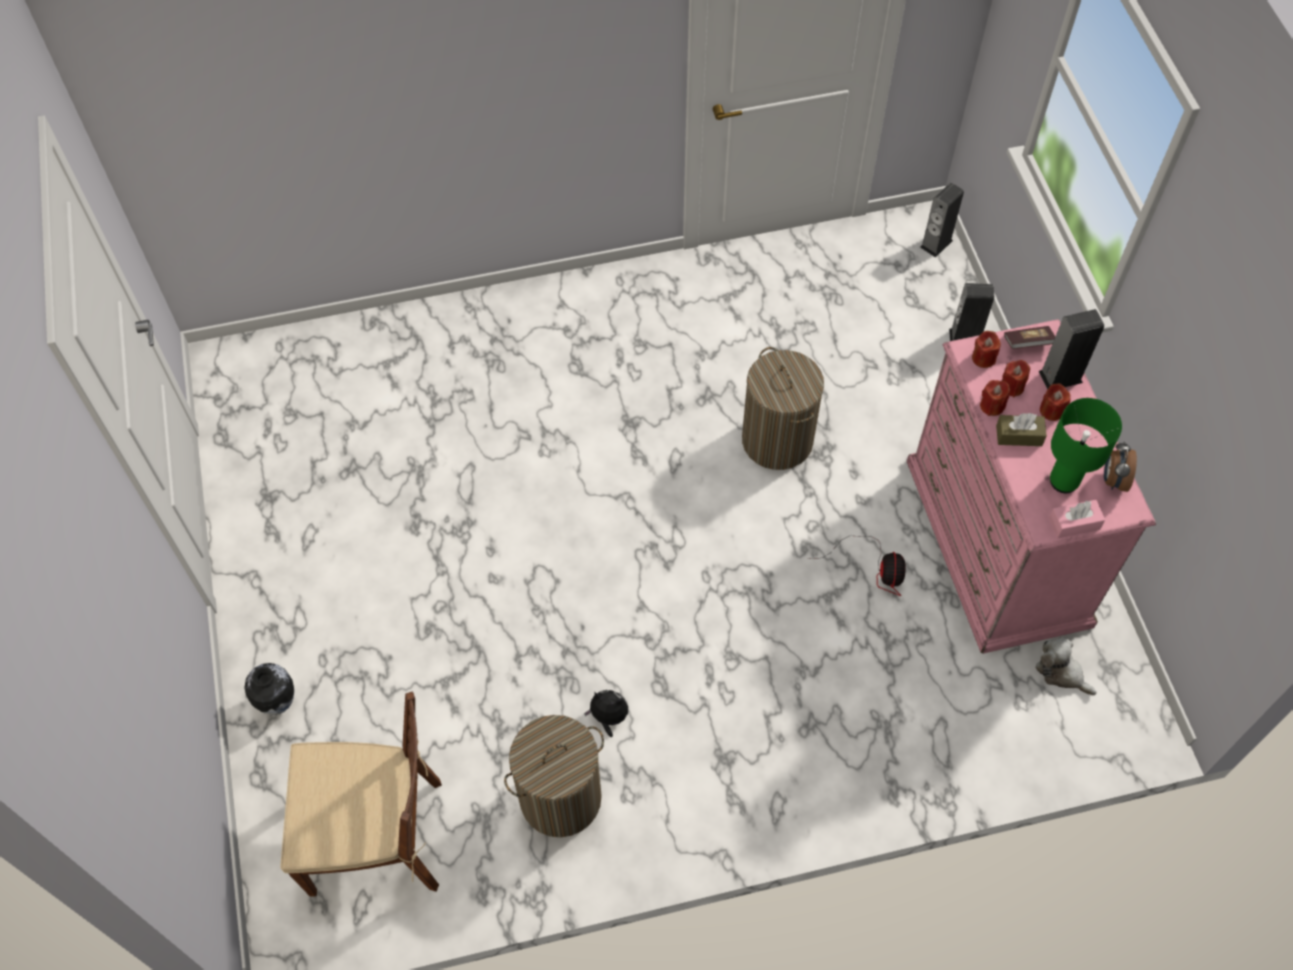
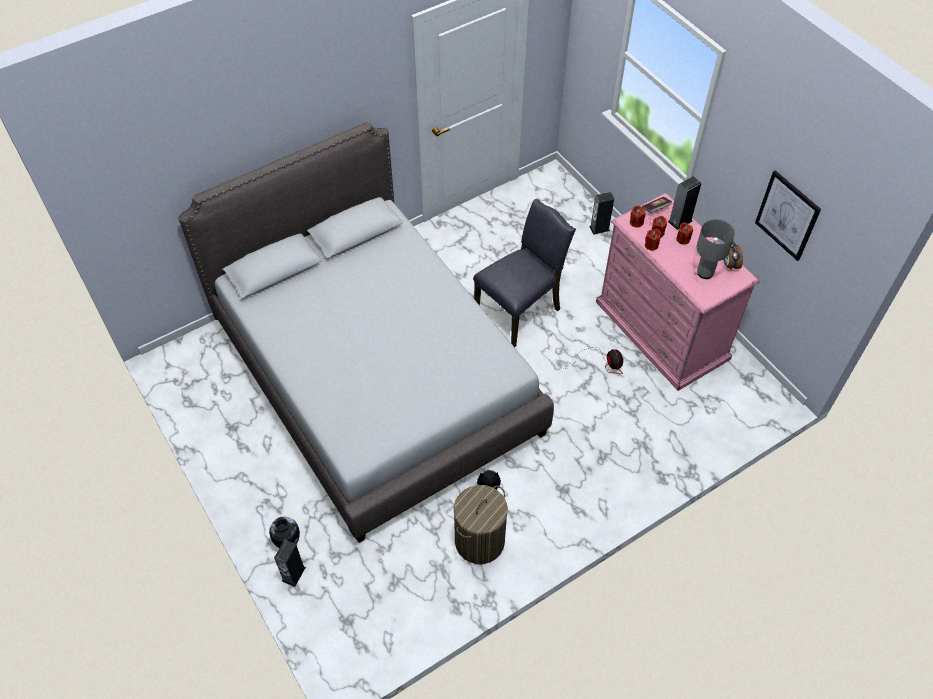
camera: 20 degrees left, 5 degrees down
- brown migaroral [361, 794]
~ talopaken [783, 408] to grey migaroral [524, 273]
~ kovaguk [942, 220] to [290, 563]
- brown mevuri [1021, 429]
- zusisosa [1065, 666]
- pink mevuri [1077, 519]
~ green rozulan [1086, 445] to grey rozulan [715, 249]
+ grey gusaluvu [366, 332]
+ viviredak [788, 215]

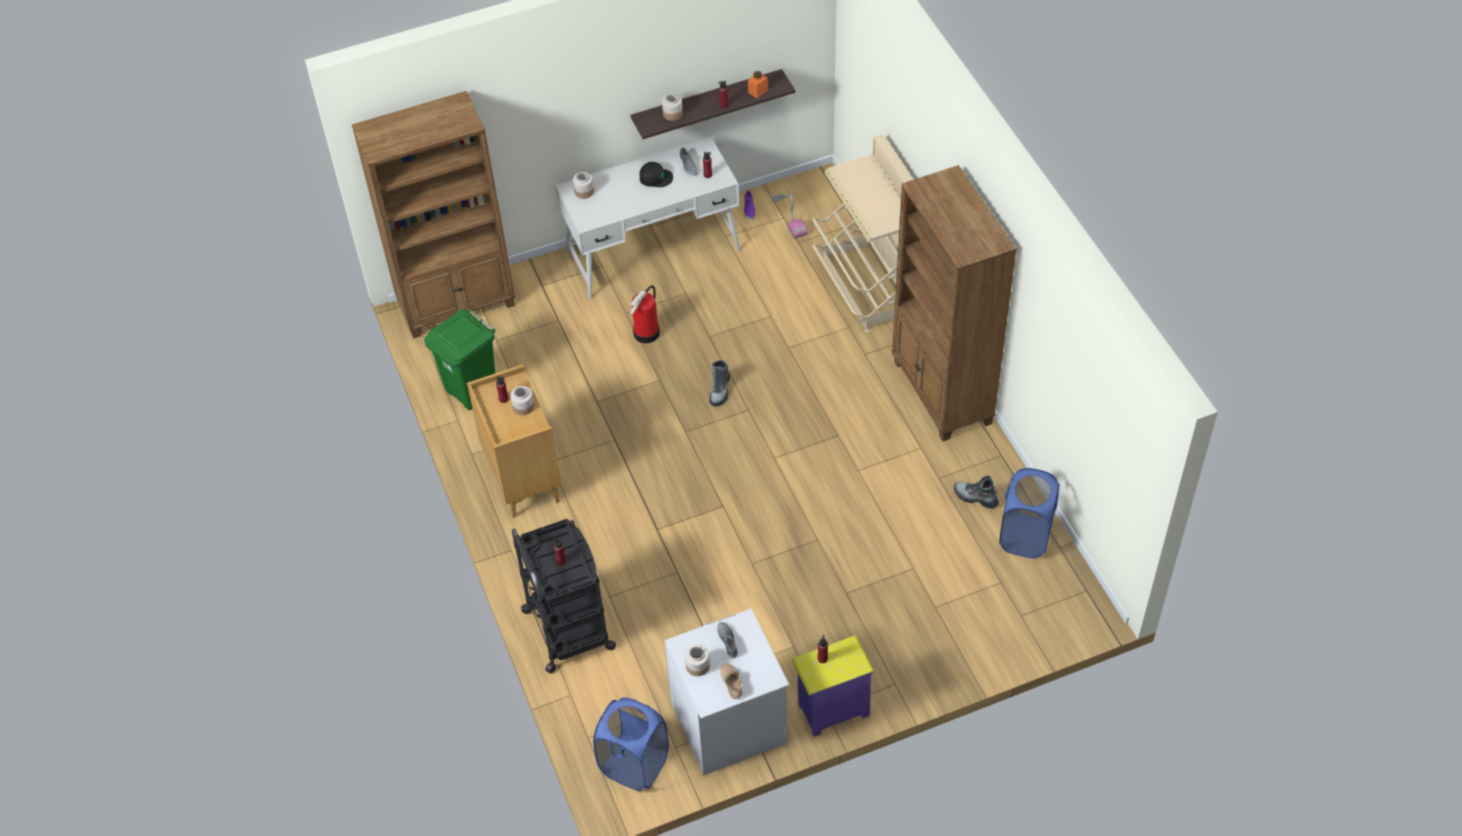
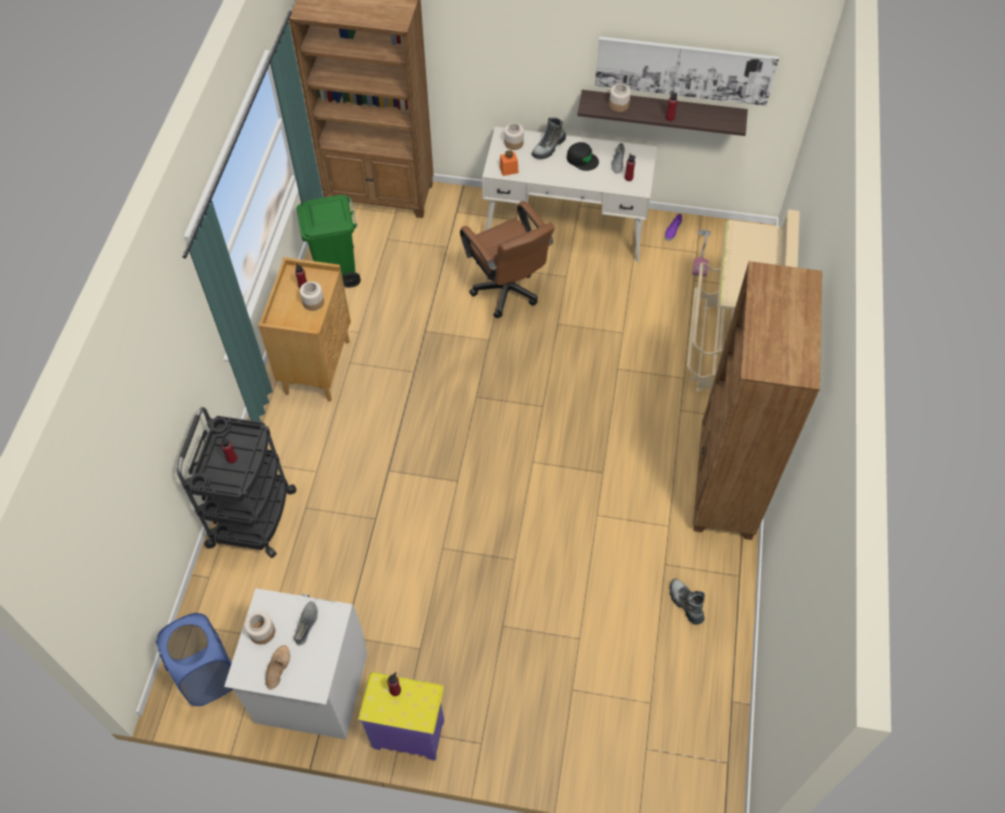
camera: 30 degrees right, 5 degrees up
~ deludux [645, 314] to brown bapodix [507, 259]
~ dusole [719, 383] to [549, 138]
~ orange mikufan [758, 84] to [509, 163]
- blue talopaken [1029, 513]
+ viviredak [687, 71]

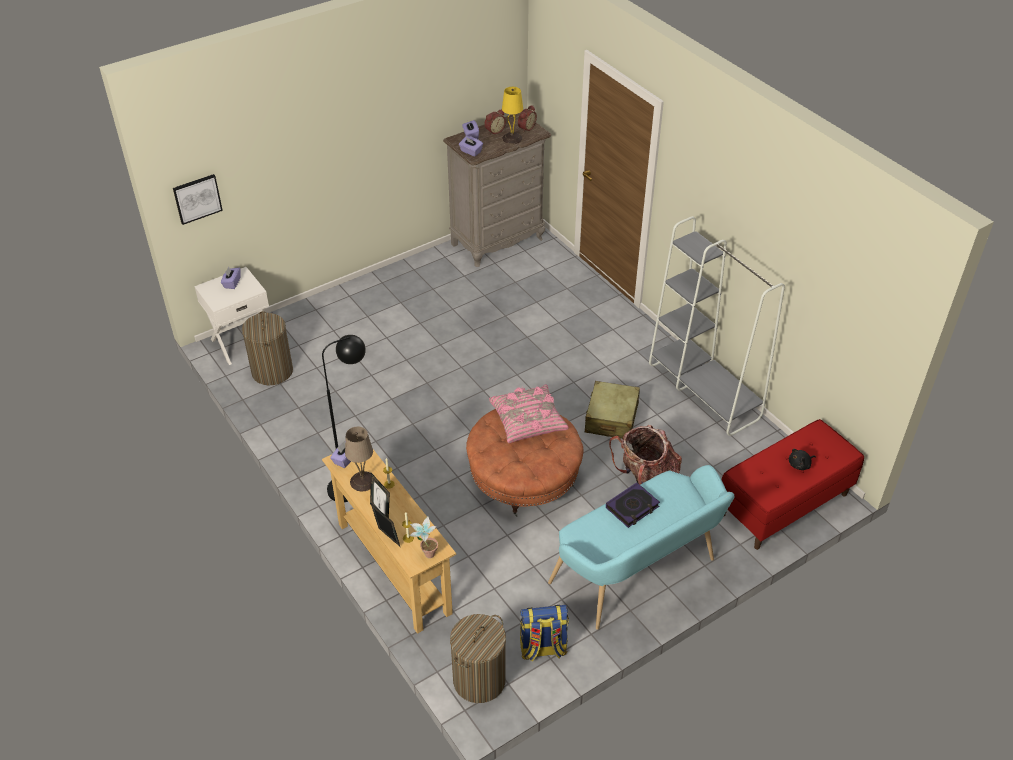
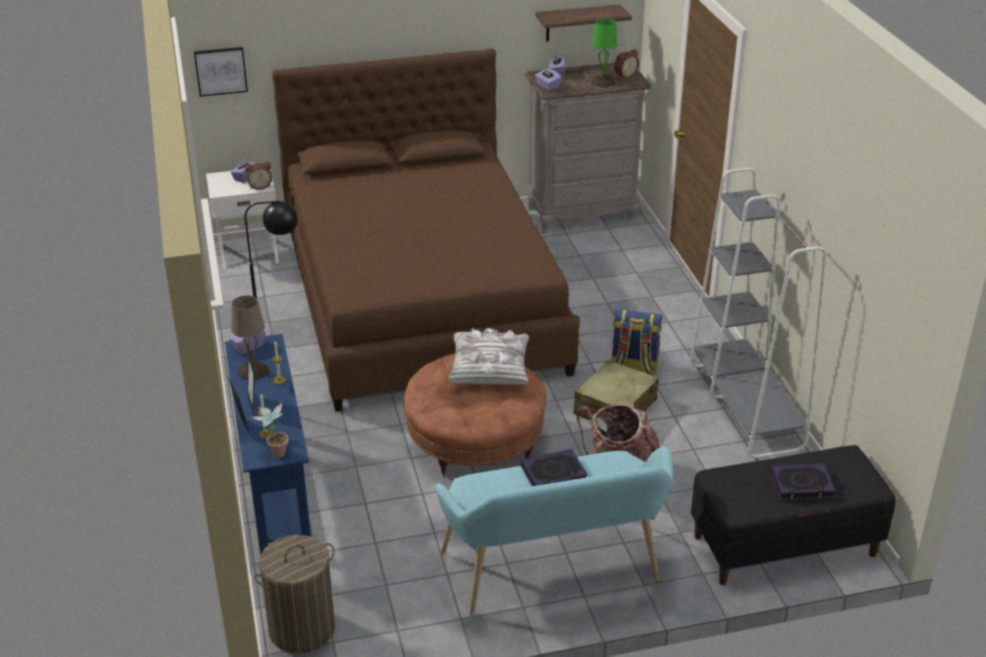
camera: 20 degrees right, 10 degrees down
- talopaken [267, 348]
~ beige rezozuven [389, 541] to blue rezozuven [268, 444]
~ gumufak [495, 122] to [258, 176]
~ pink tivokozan [529, 413] to white tivokozan [488, 356]
~ yellow rozulan [512, 115] to green rozulan [604, 52]
~ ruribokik [544, 633] to [637, 342]
~ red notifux [792, 484] to black notifux [793, 515]
~ black zusisosa [802, 459] to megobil [802, 482]
+ brown gusaluvu [426, 230]
+ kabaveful [583, 22]

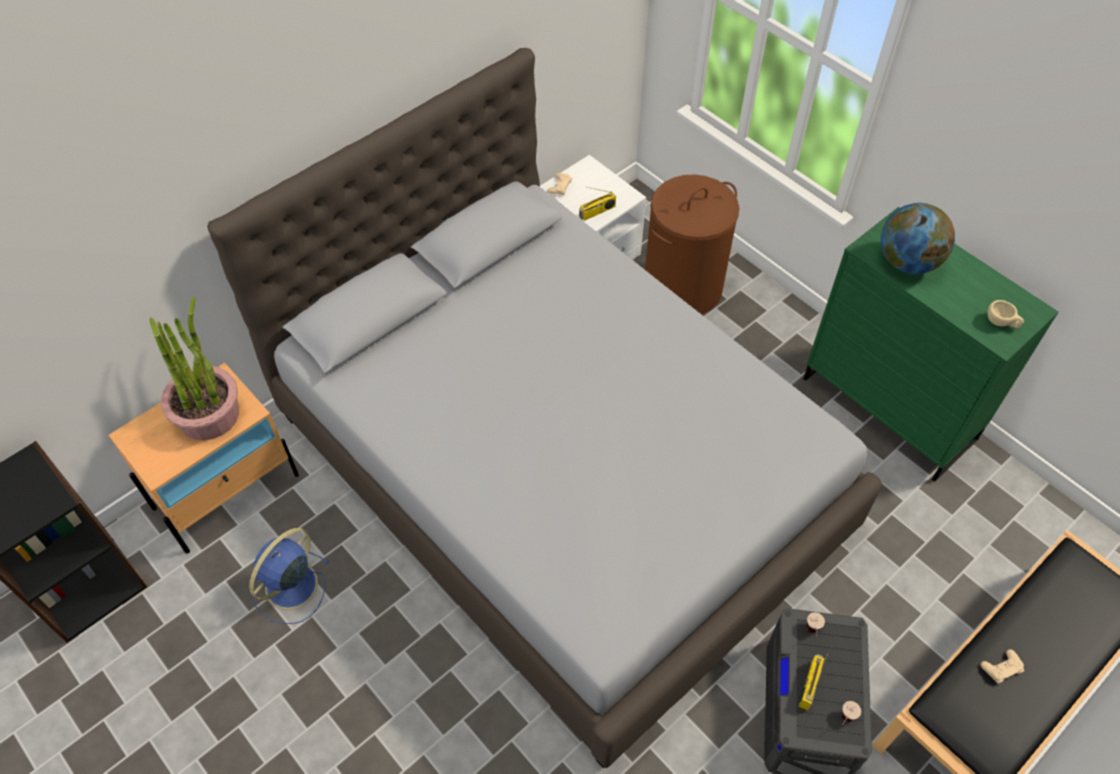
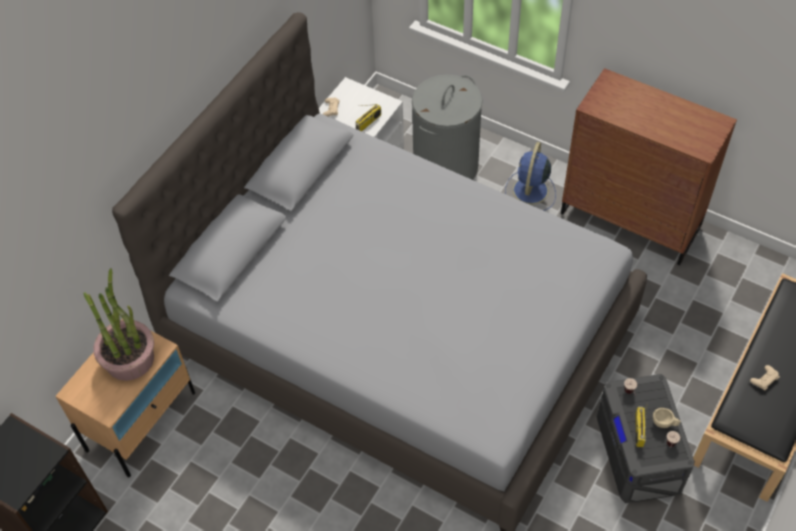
camera: 15 degrees left, 0 degrees up
~ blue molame [289, 576] to [530, 176]
~ brown talopaken [692, 244] to grey talopaken [447, 127]
~ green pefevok [931, 344] to brown pefevok [649, 166]
- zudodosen [918, 238]
~ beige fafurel [1006, 314] to [667, 418]

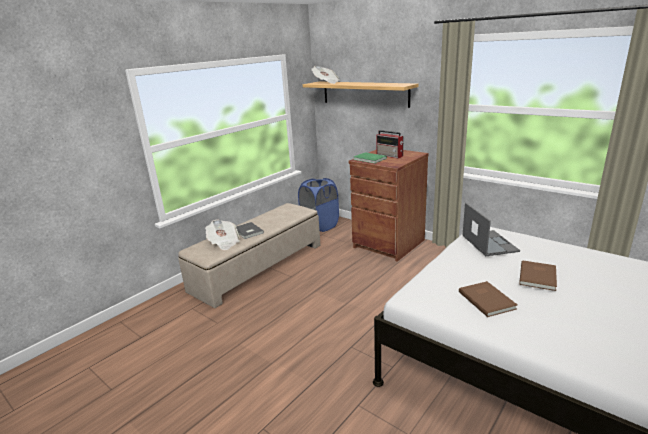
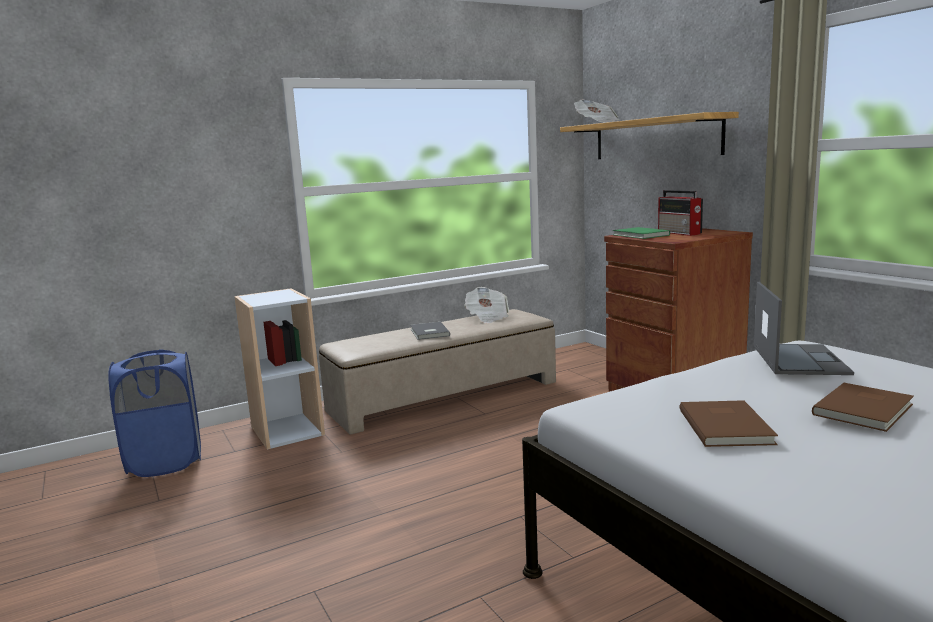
camera: 20 degrees right, 10 degrees down
~ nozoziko [222, 234] to [486, 305]
~ blue talopaken [318, 205] to [154, 413]
+ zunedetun [279, 369]

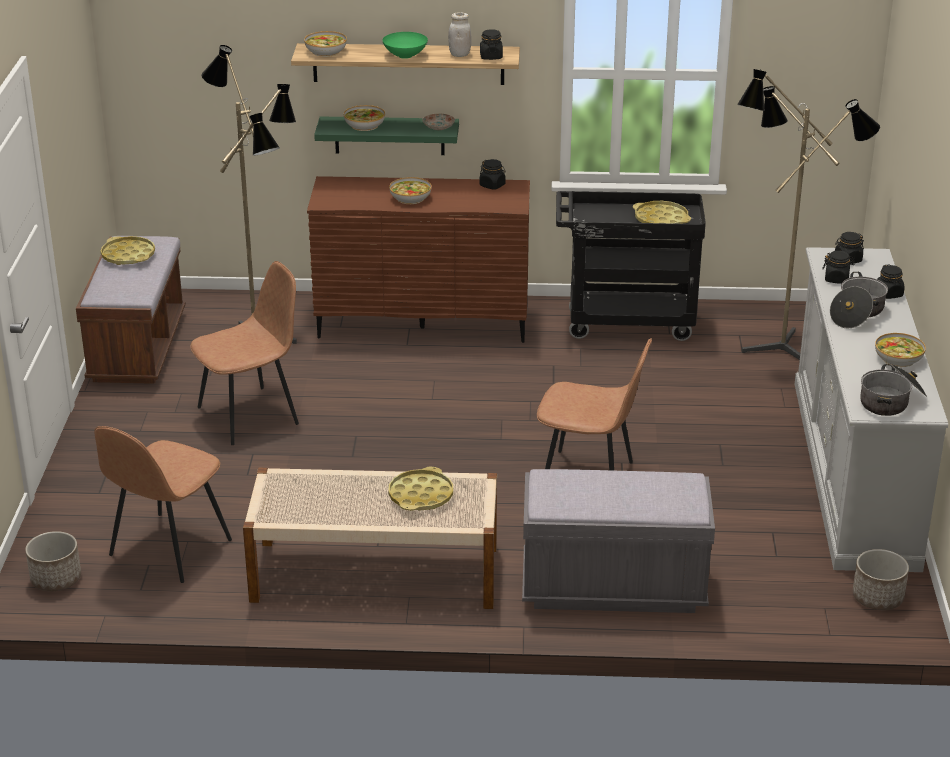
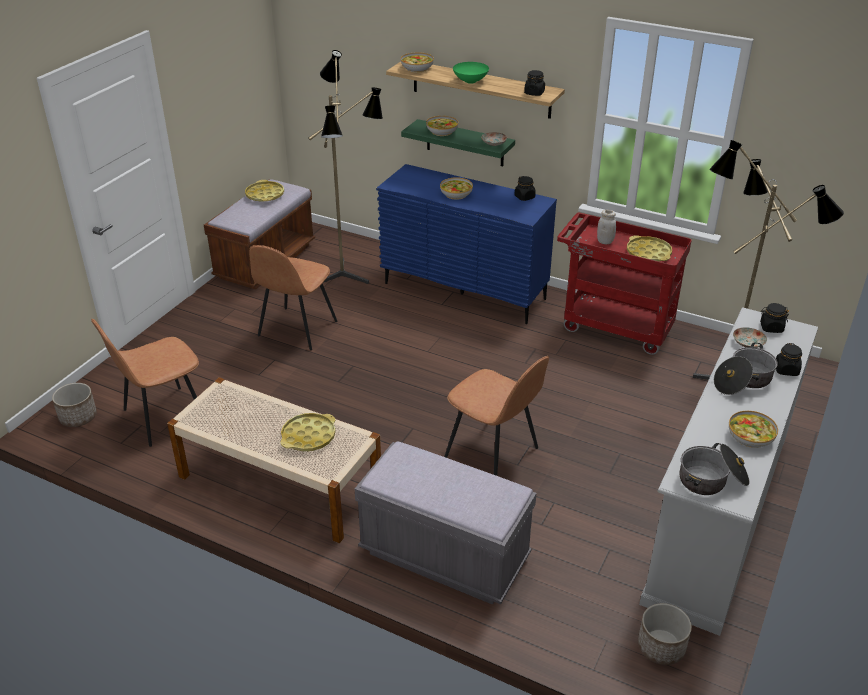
camera: 25 degrees right, 5 degrees up
~ brown migaroral [244, 353] = [293, 297] 120 degrees clockwise
~ brown pefevok [418, 259] to blue pefevok [466, 244]
~ white mikufan [460, 34] to [606, 227]
~ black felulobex [631, 266] to red felulobex [624, 283]
~ black mikufan [839, 267] to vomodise [750, 337]

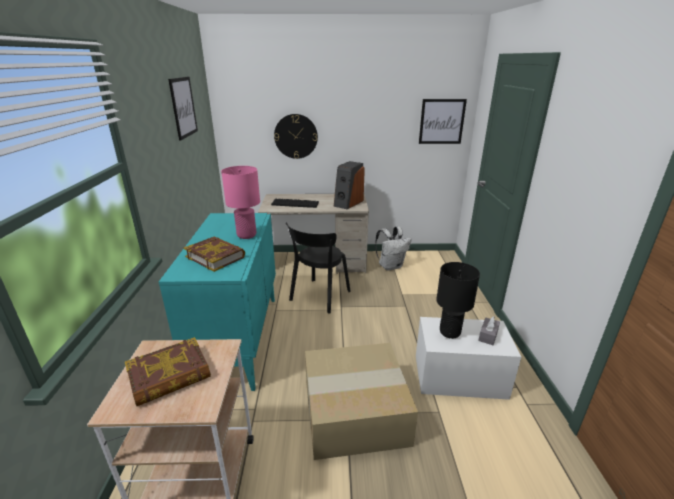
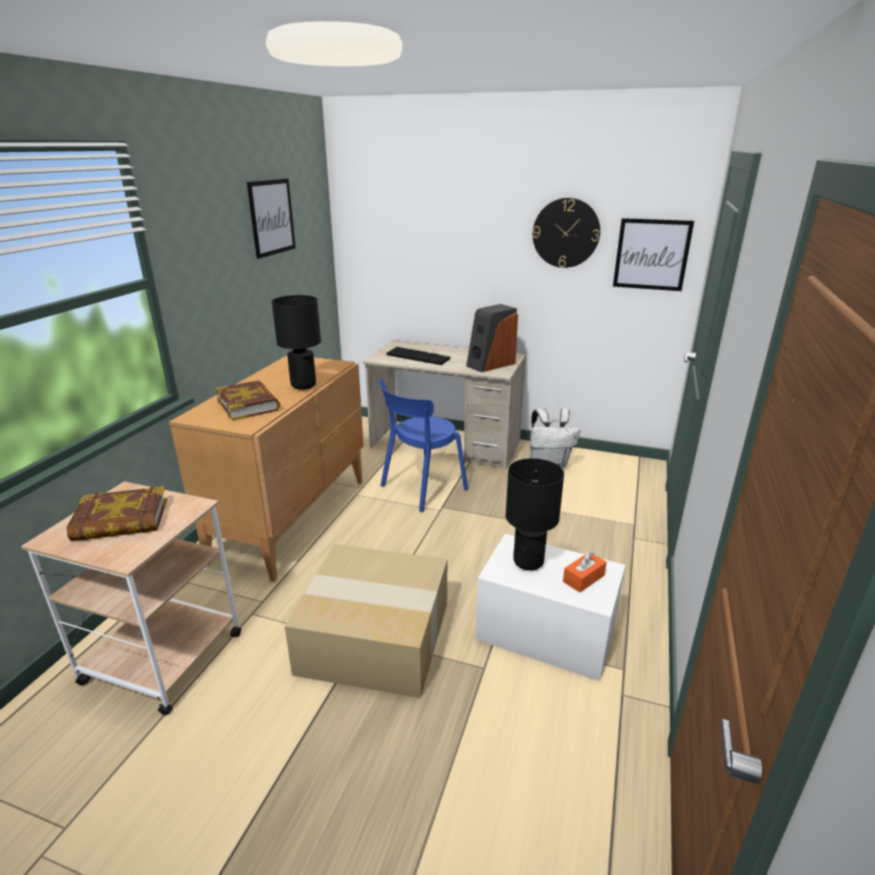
camera: 20 degrees right, 0 degrees up
~ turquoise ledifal [217, 302] to brown ledifal [266, 468]
~ pink rozulan [240, 202] to black rozulan [296, 342]
~ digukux [296, 136] to [566, 233]
~ black migaroral [318, 268] to blue migaroral [423, 445]
~ grey mevuri [489, 330] to orange mevuri [585, 571]

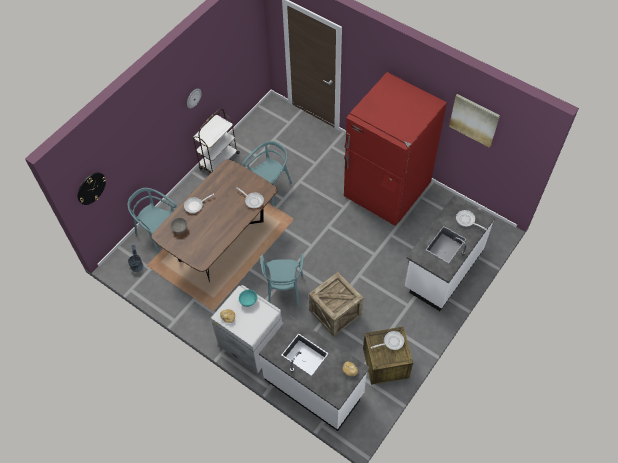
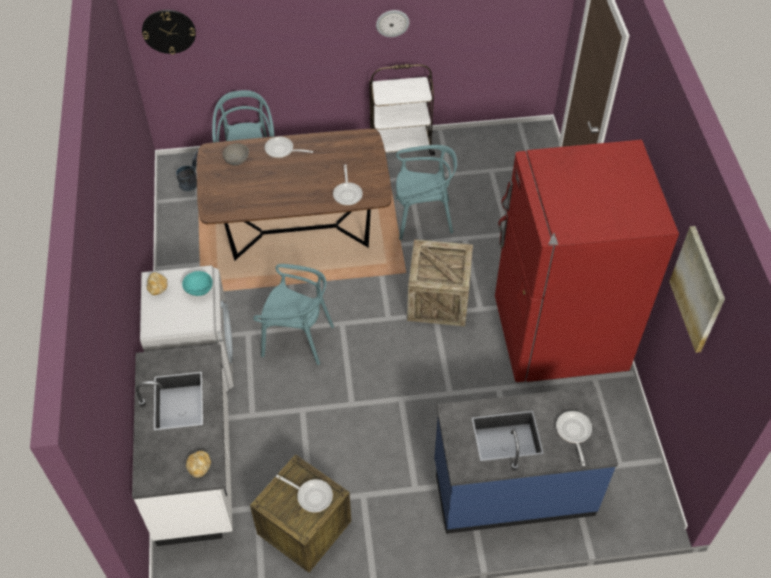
camera: 45 degrees right, 5 degrees down
~ turquoise migaroral [282, 280] = [293, 314] 120 degrees counterclockwise
~ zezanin [336, 304] to [440, 282]
~ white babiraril [450, 253] to blue babiraril [526, 460]

